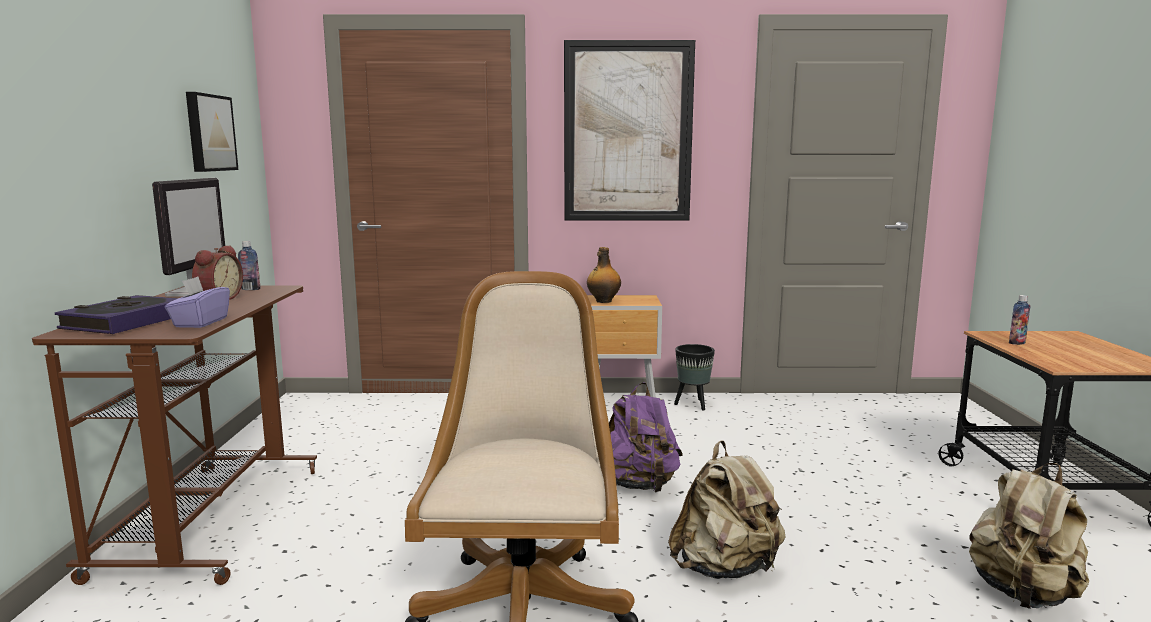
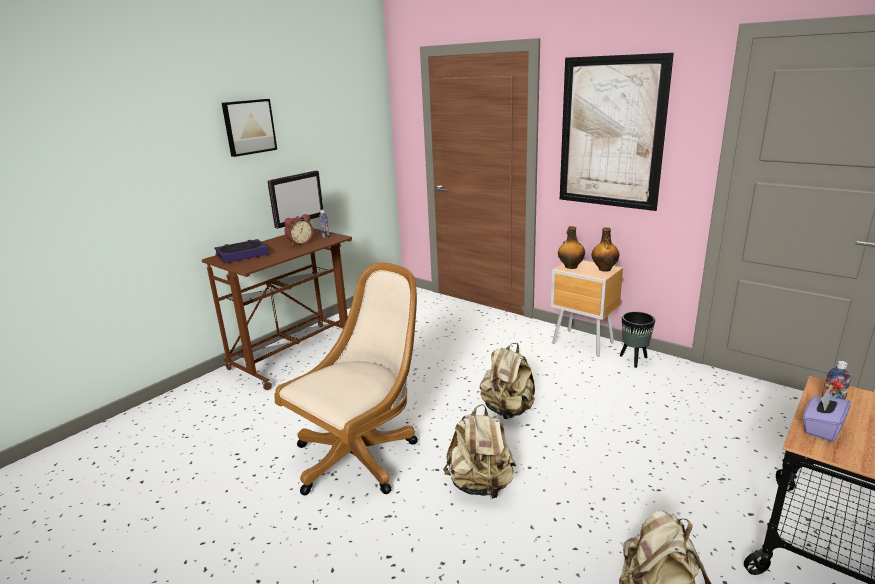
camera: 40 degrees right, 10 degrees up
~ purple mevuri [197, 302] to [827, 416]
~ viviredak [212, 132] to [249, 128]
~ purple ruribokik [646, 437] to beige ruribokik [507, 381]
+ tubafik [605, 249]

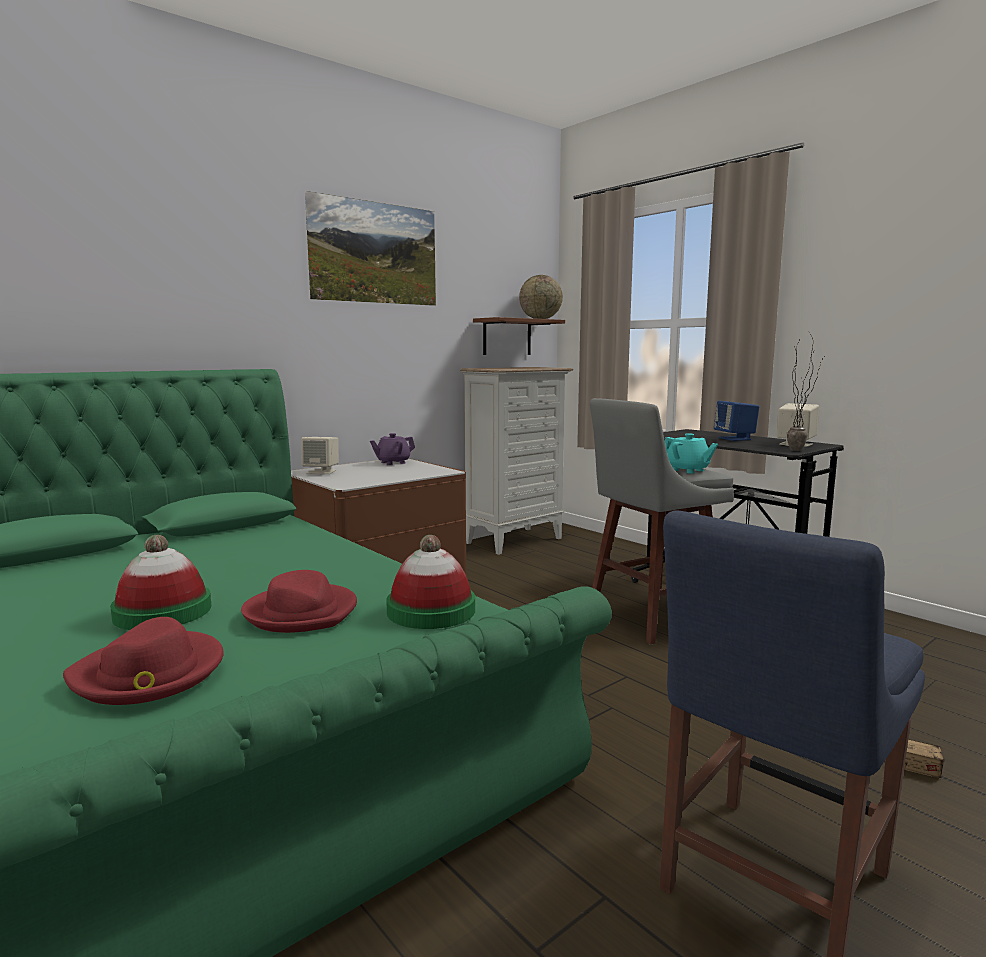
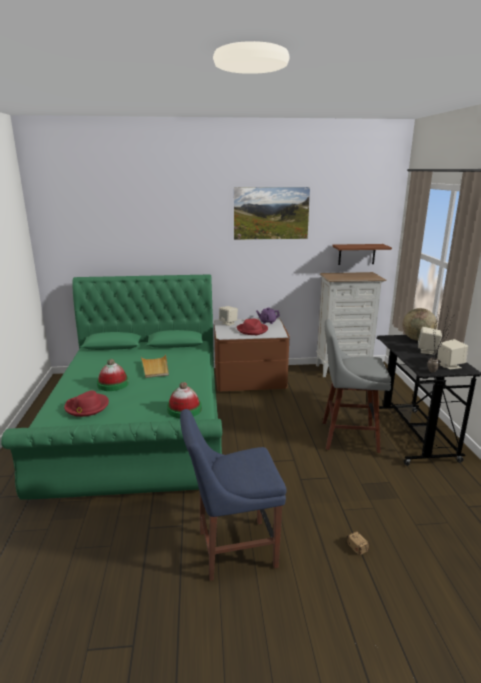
camera: 35 degrees right, 10 degrees up
~ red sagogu [299, 601] to [252, 327]
~ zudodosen [541, 297] to [419, 324]
- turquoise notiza [691, 453]
~ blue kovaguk [736, 421] to beige kovaguk [430, 341]
+ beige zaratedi [155, 366]

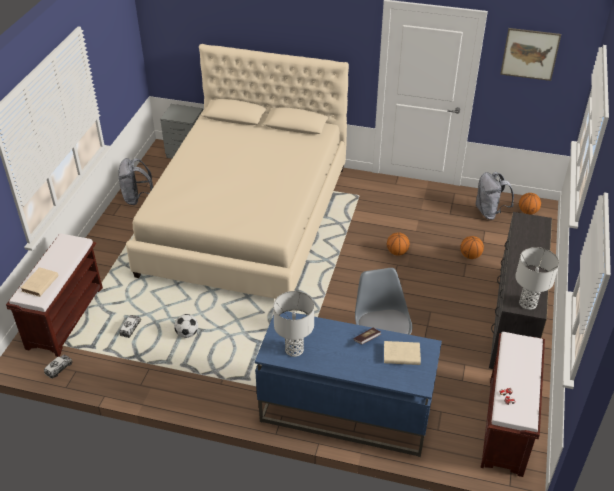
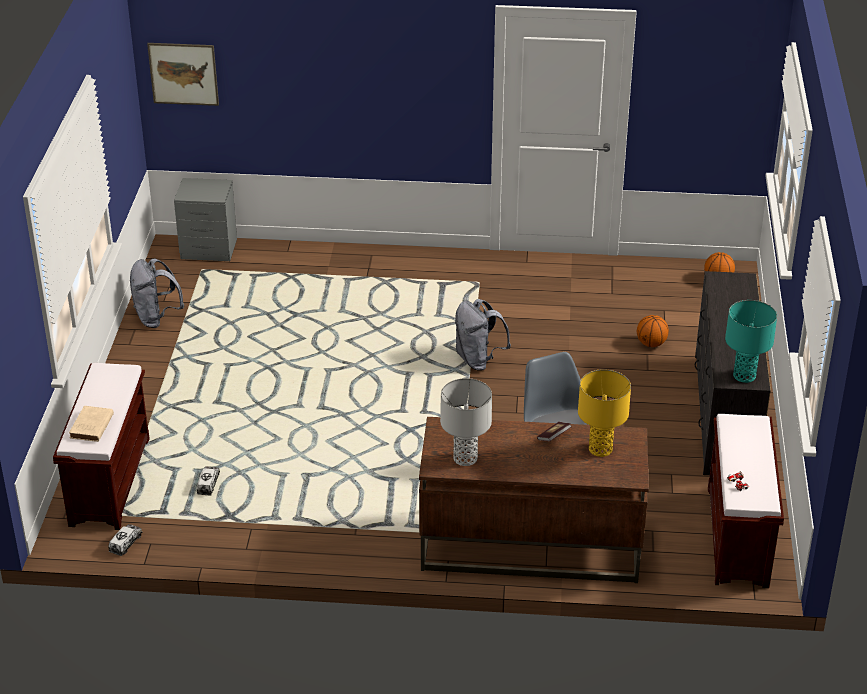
camera: 10 degrees left, 5 degrees down
- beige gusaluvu [237, 171]
- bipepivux [186, 326]
~ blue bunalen [348, 384] to brown bunalen [534, 500]
~ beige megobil [402, 353] to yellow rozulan [604, 413]
- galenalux [398, 244]
~ grey ruribokik [495, 196] to [483, 335]
~ viviredak [530, 54] to [183, 74]
~ white rozulan [537, 278] to turquoise rozulan [751, 341]

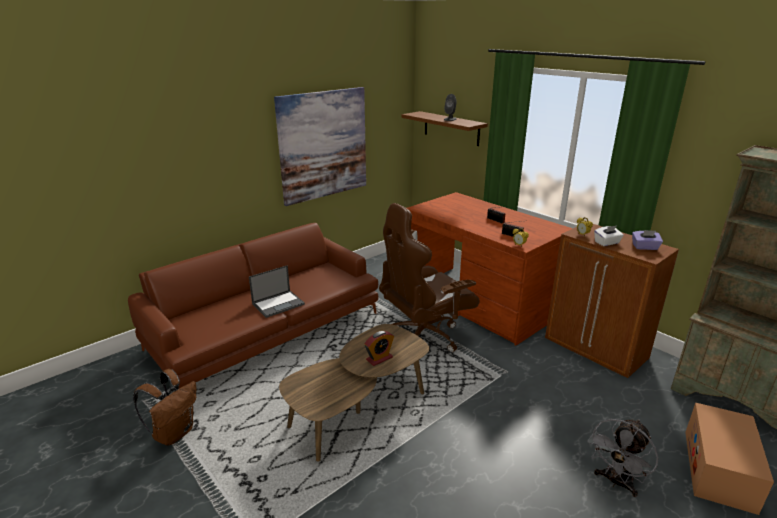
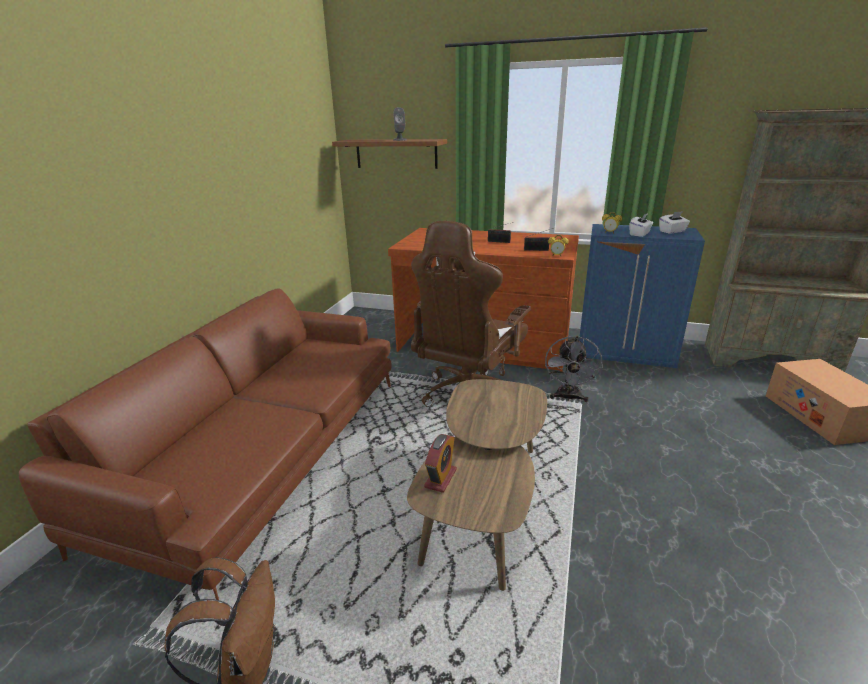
camera: 30 degrees left, 0 degrees up
- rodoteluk [277, 291]
- viviredak [320, 146]
~ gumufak [379, 348] to [440, 463]
~ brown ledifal [612, 301] to blue ledifal [642, 296]
~ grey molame [623, 458] to [574, 369]
~ purple mevuri [647, 240] to white mevuri [674, 222]

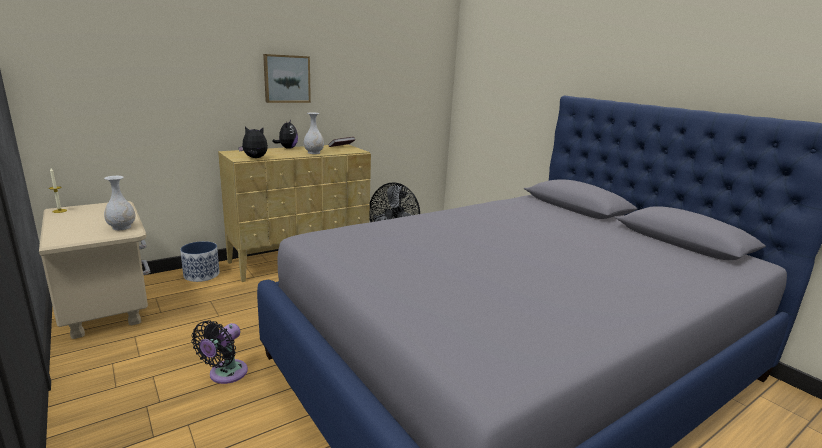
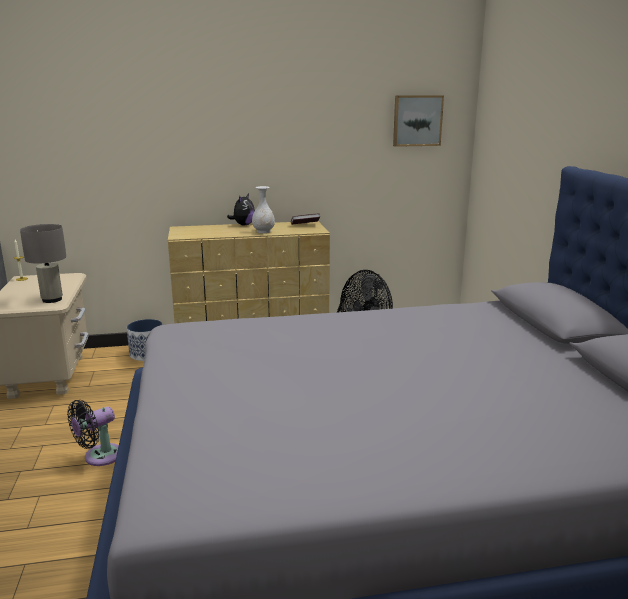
camera: 25 degrees right, 0 degrees up
~ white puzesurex [119, 203] to grey rozulan [43, 263]
- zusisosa [253, 142]
~ viviredak [287, 78] to [418, 121]

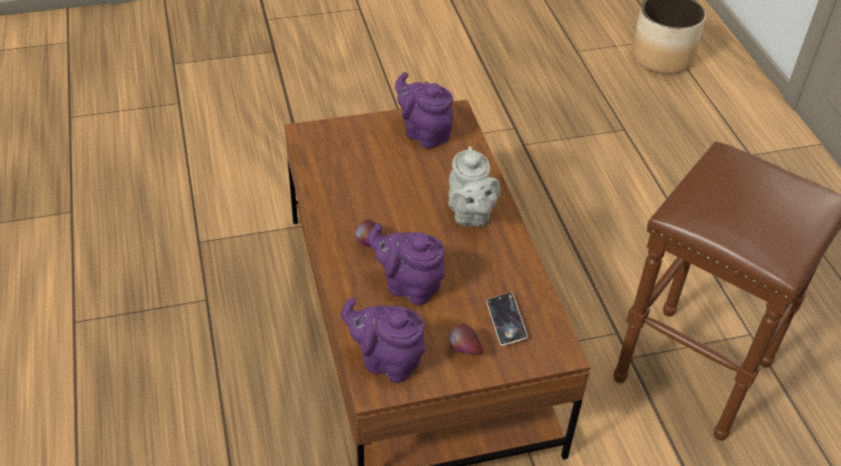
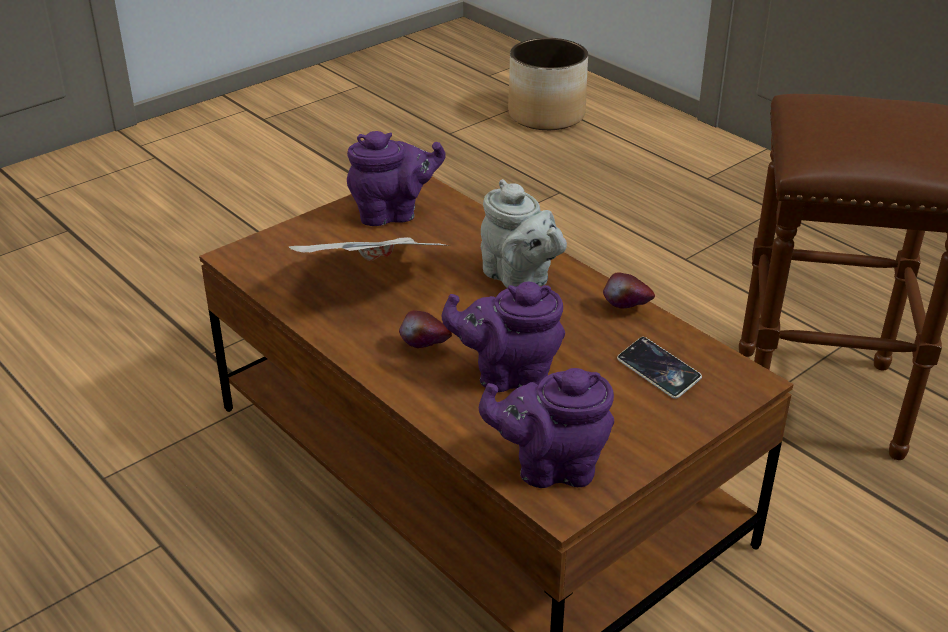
camera: 25 degrees left, 10 degrees down
~ purple notiza [424, 110] = [396, 178] 150 degrees clockwise
~ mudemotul [466, 338] to [629, 290]
+ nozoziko [369, 249]

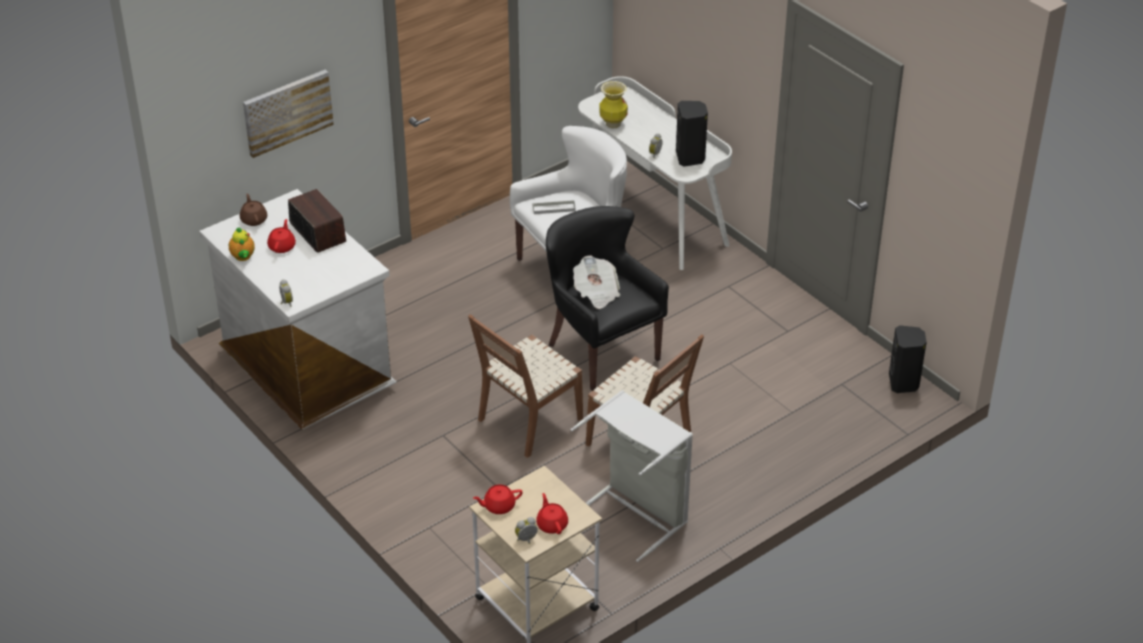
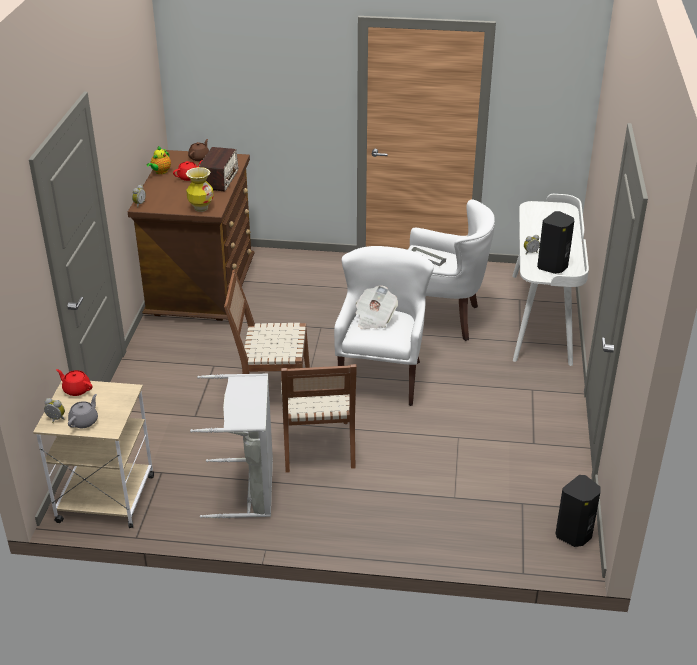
camera: 45 degrees right, 5 degrees down
~ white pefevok [298, 309] to brown pefevok [191, 235]
- viviredak [288, 114]
~ red notiza [552, 513] to grey notiza [83, 411]
~ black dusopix [607, 298] to white dusopix [384, 326]
~ puzesurex [613, 104] to [200, 189]

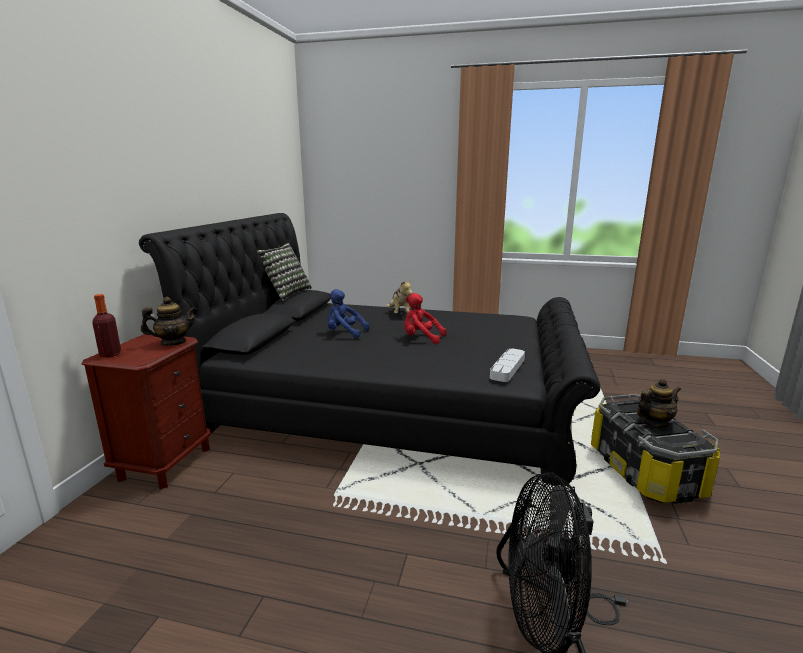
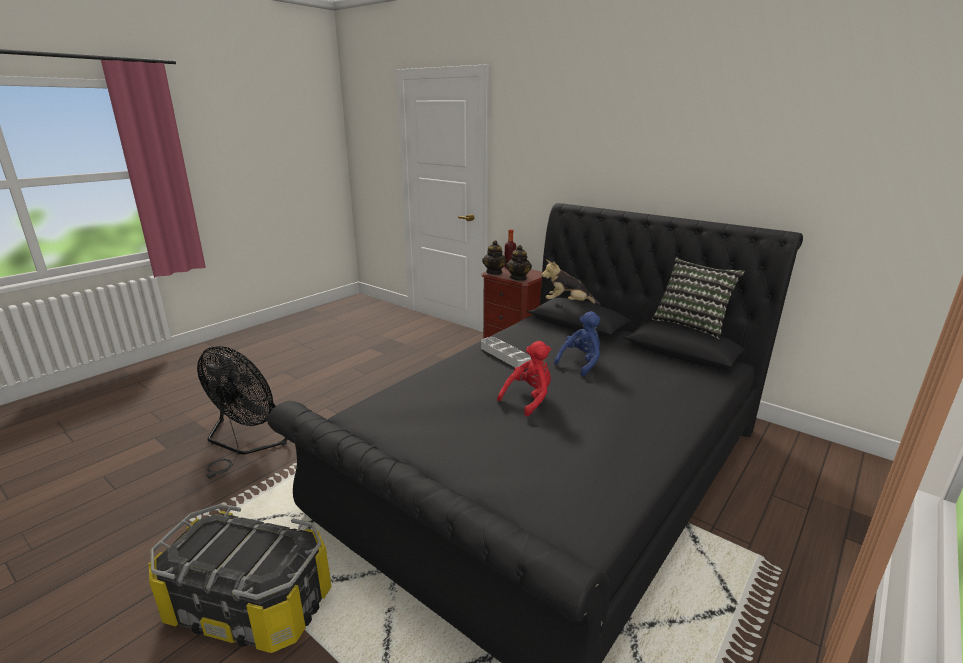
camera: 115 degrees right, 5 degrees up
~ zusisosa [399, 296] to [570, 282]
~ grey zaratedi [507, 365] to [506, 352]
~ notiza [659, 403] to [494, 257]

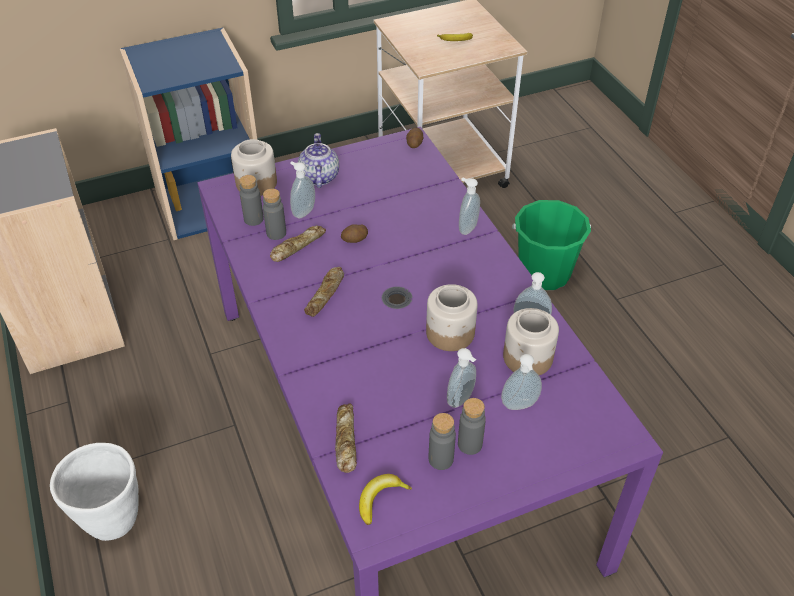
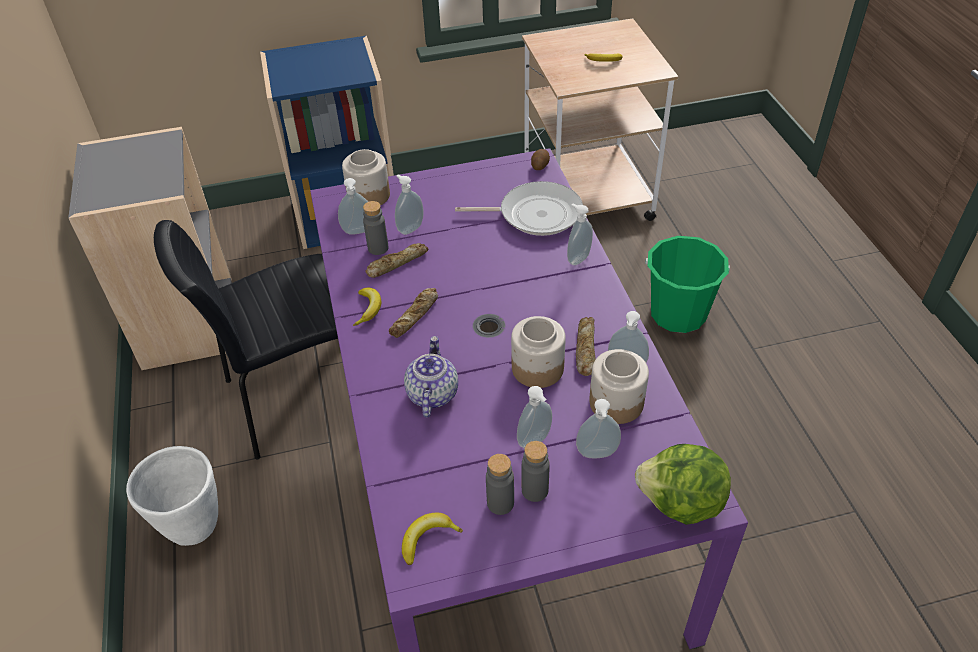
camera: 10 degrees right, 0 degrees up
~ grey tubafik [251, 200] to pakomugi [353, 206]
~ notiza [318, 160] to [431, 376]
~ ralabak [346, 438] to [585, 346]
- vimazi [354, 233]
+ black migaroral [246, 340]
+ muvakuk [367, 306]
+ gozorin [519, 208]
+ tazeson [683, 484]

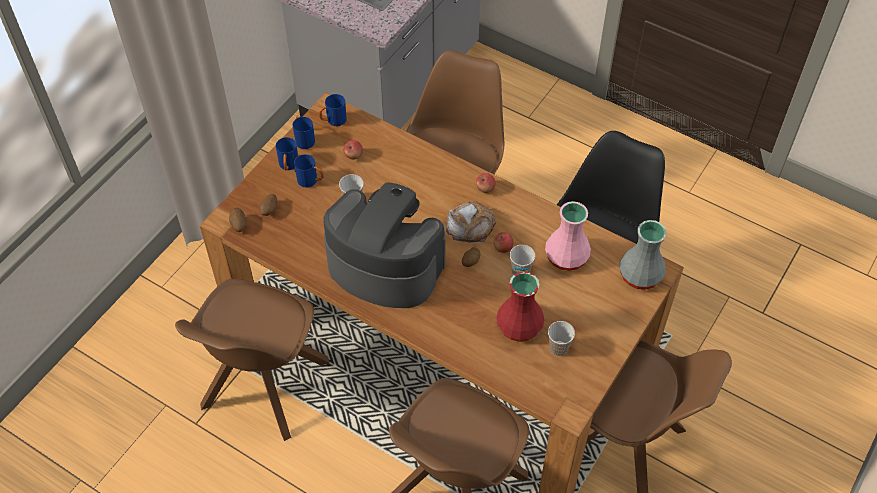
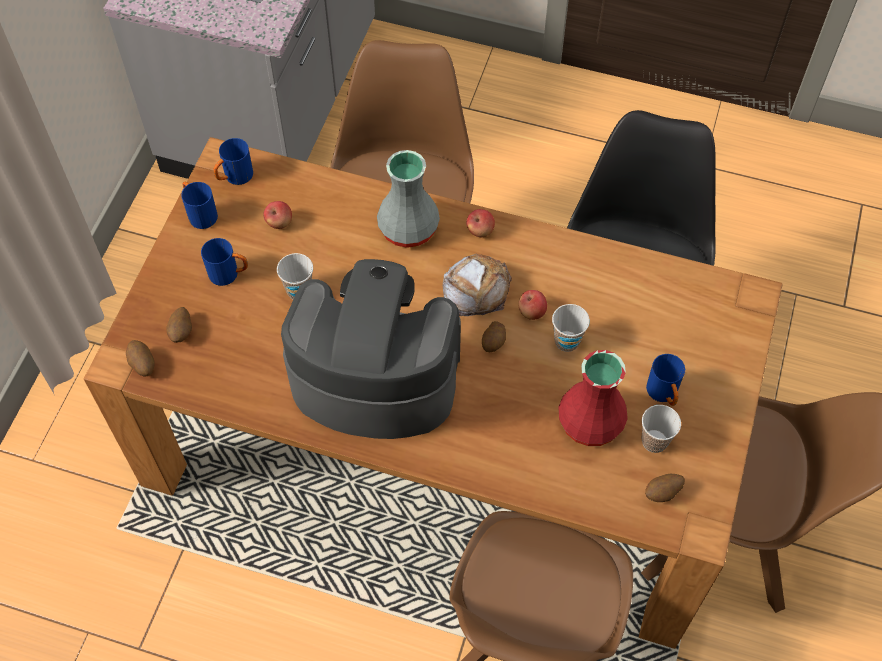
camera: 15 degrees left, 5 degrees up
- brown migaroral [252, 360]
~ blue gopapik [287, 153] to [665, 380]
- pink puzesurex [568, 236]
~ grey puzesurex [643, 255] to [408, 199]
+ vimazi [665, 488]

